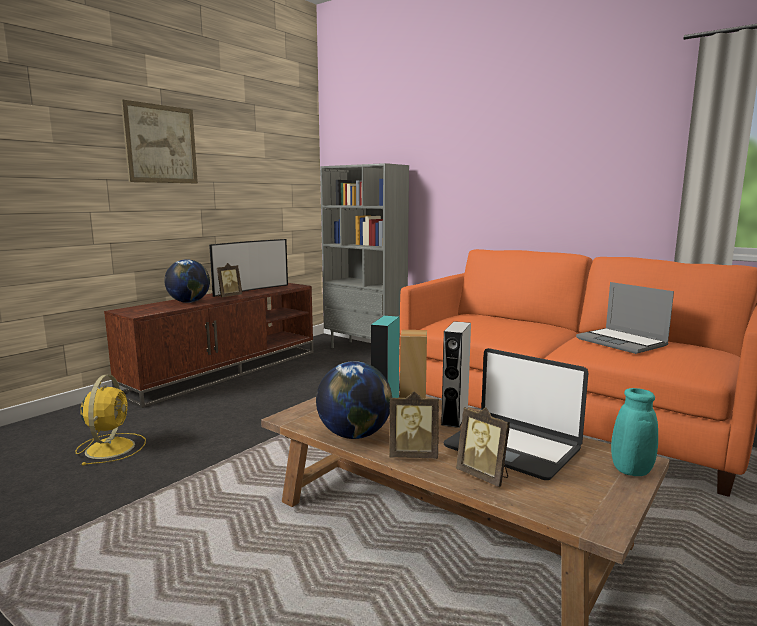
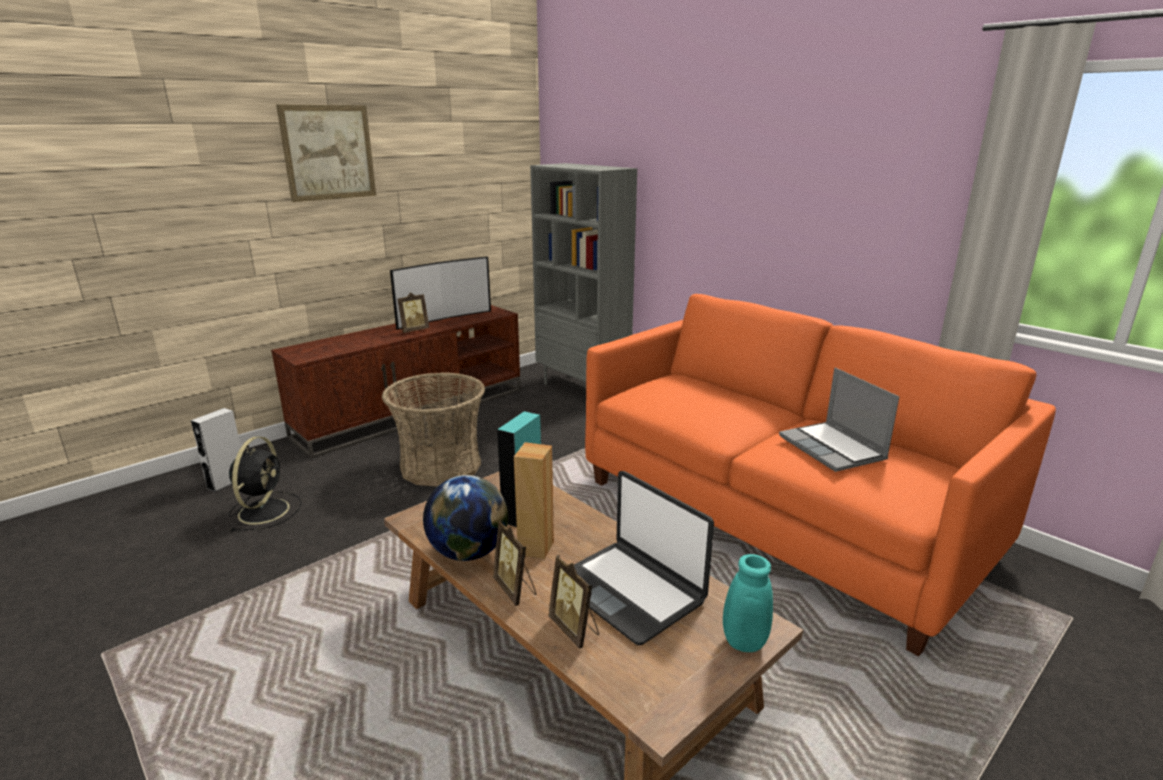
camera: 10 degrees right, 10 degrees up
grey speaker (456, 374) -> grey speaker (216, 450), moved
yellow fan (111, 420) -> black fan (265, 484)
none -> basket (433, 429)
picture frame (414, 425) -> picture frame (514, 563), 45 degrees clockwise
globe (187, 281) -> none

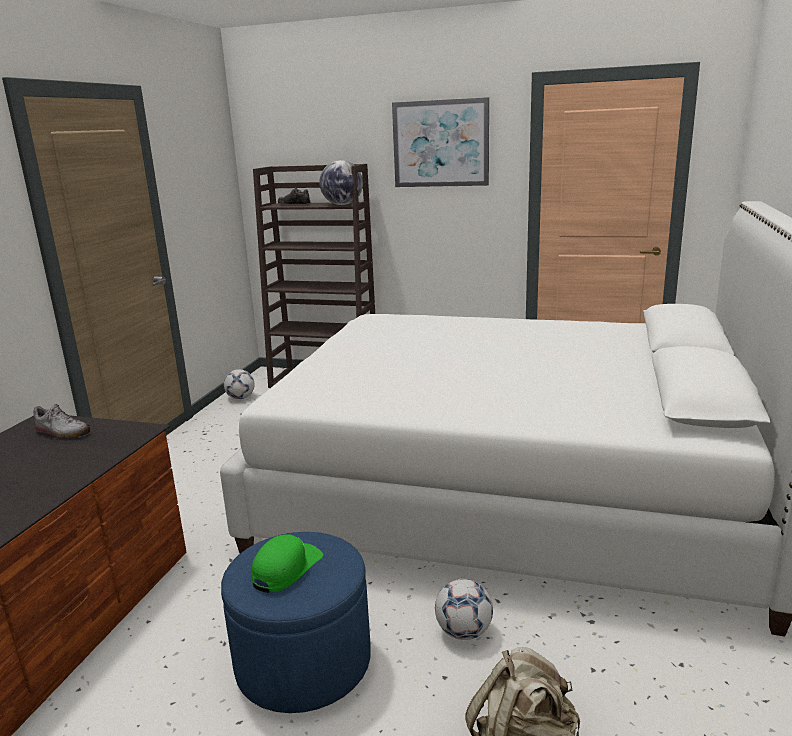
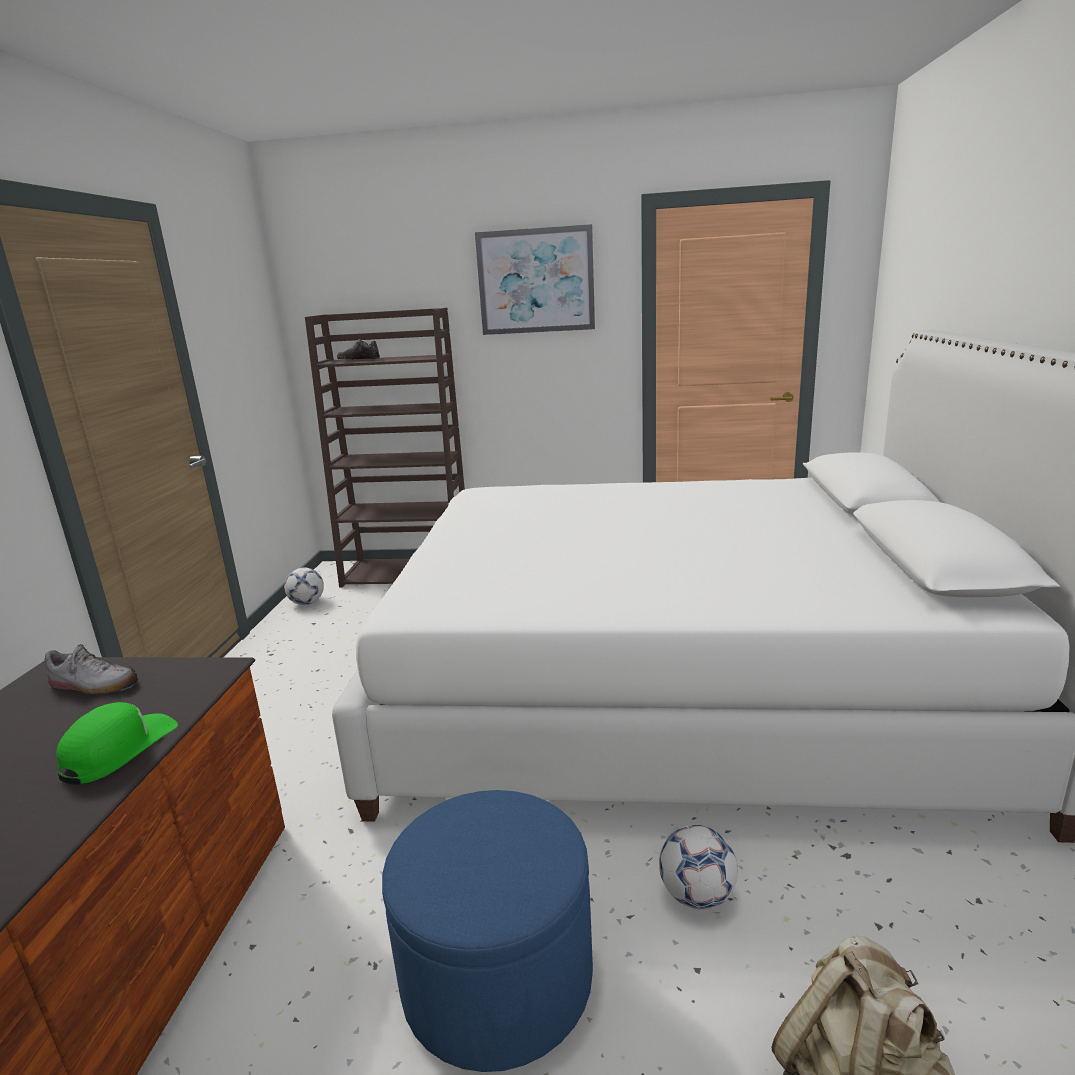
camera: 10 degrees left, 0 degrees up
green cap (287, 563) -> green cap (117, 743), moved
globe (341, 182) -> none

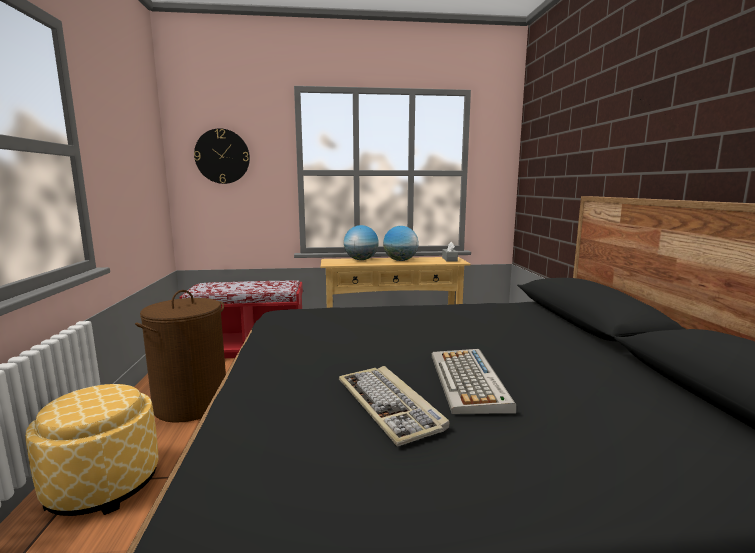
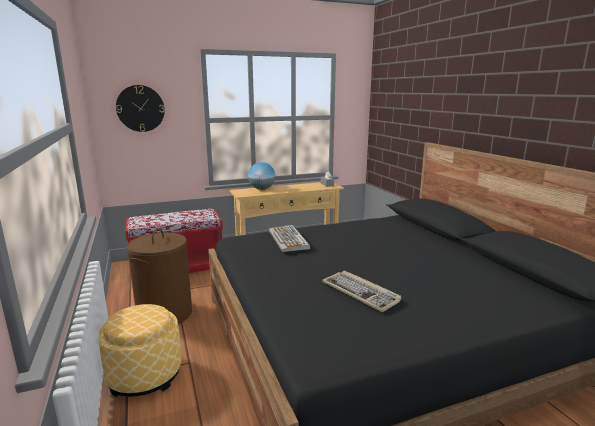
camera: 15 degrees left, 5 degrees up
keyboard (474, 381) -> keyboard (289, 238), moved
globe (400, 243) -> none

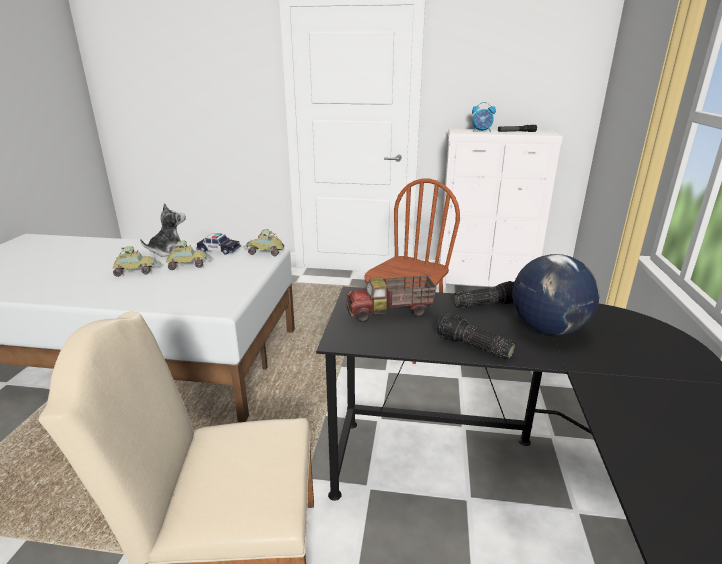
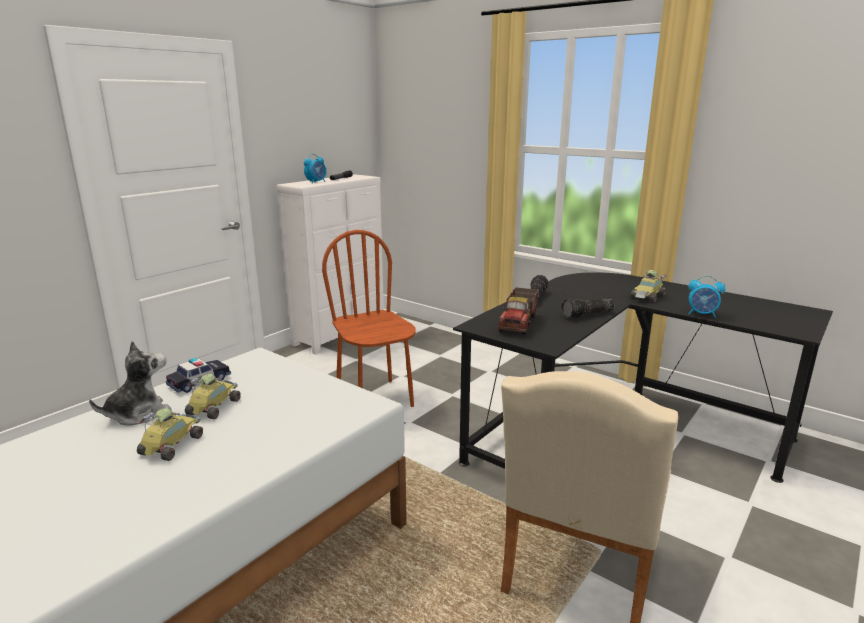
camera: 60 degrees left, 5 degrees down
plush toy (163, 230) -> plush toy (130, 383), 60 degrees clockwise
toy car (263, 242) -> toy car (648, 286), moved
none -> alarm clock (706, 296)
globe (555, 294) -> none

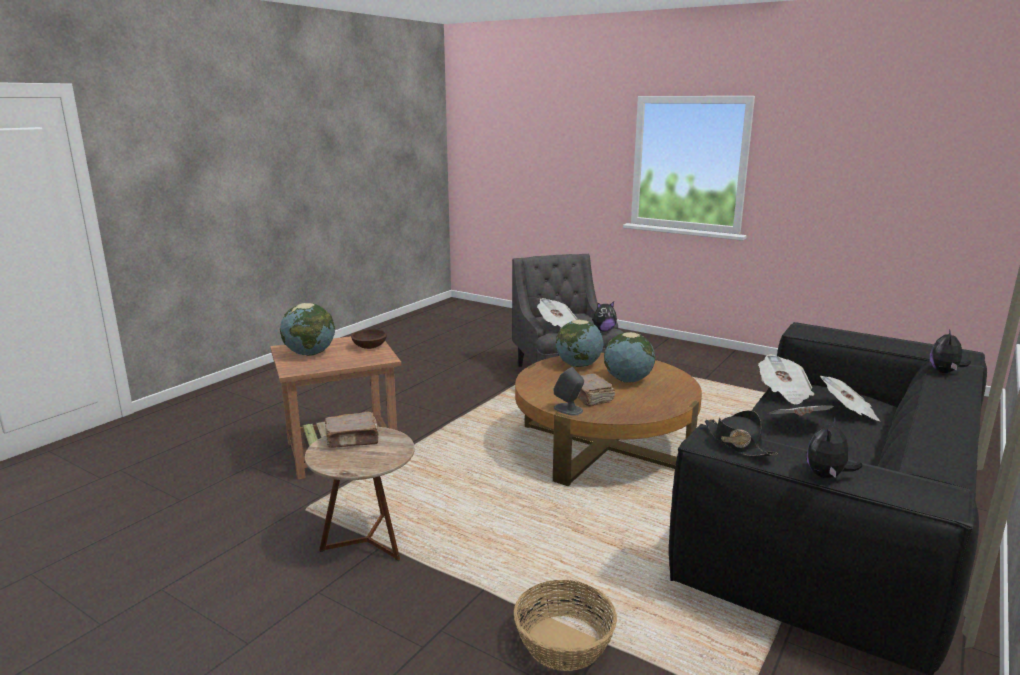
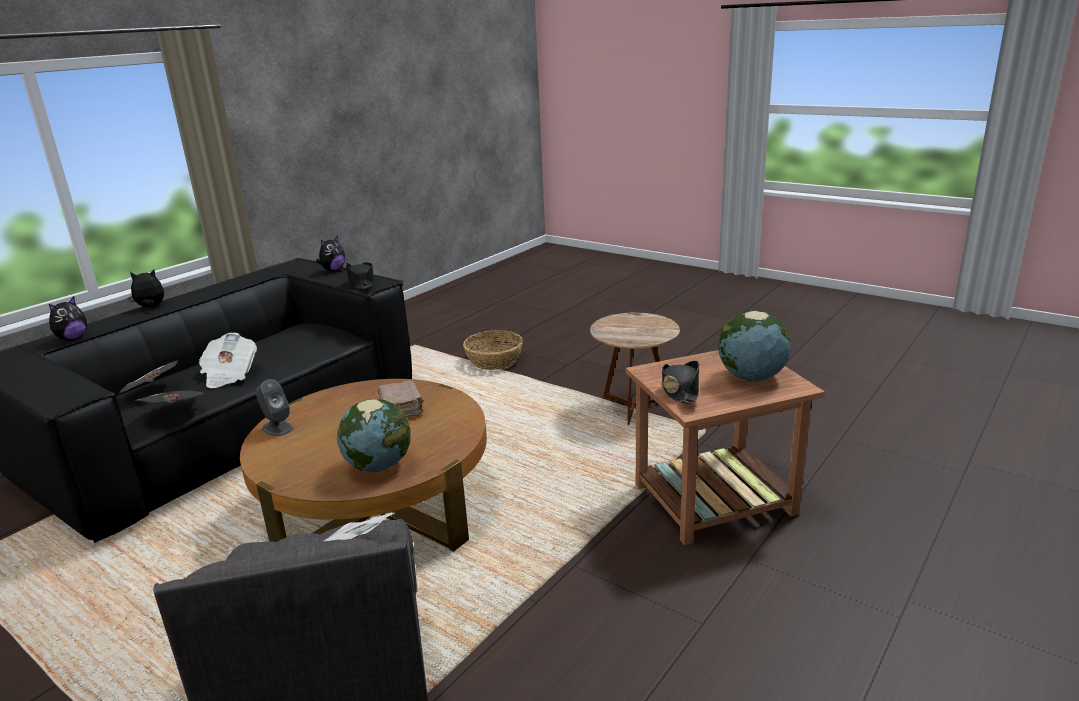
camera: 175 degrees left, 5 degrees up
plush toy (604, 317) -> plush toy (145, 288), moved
grey speaker (569, 391) -> grey speaker (274, 407), moved
brown bowl (369, 339) -> black hat (680, 382)
brown book (352, 430) -> none
globe (629, 357) -> none

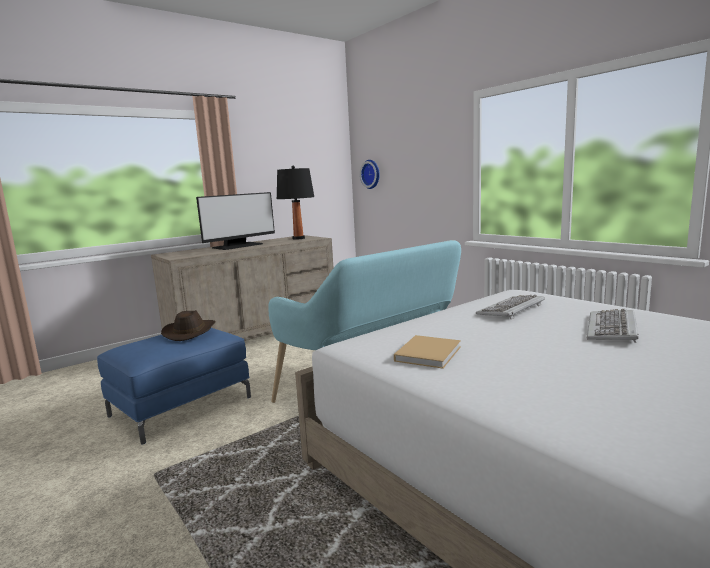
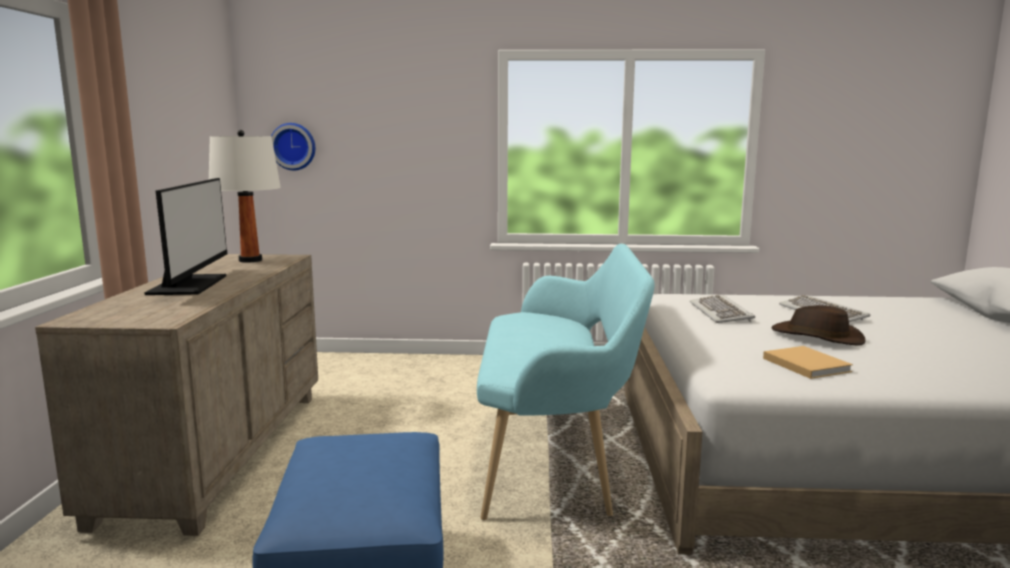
camera: 50 degrees left, 0 degrees up
black table lamp (295, 203) -> white table lamp (245, 196)
brown hat (188, 325) -> brown hat (818, 325), moved

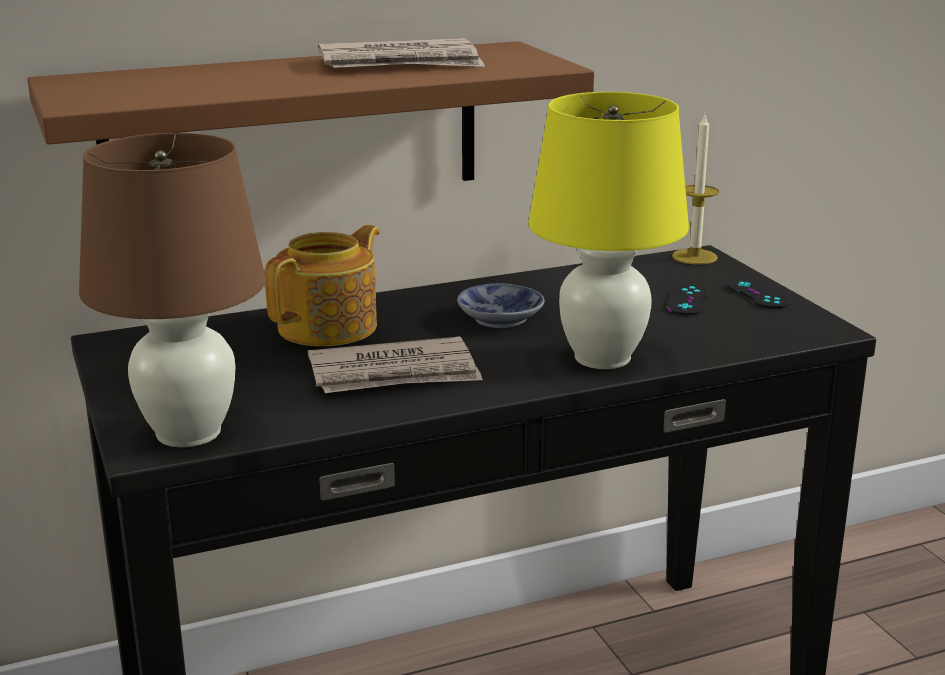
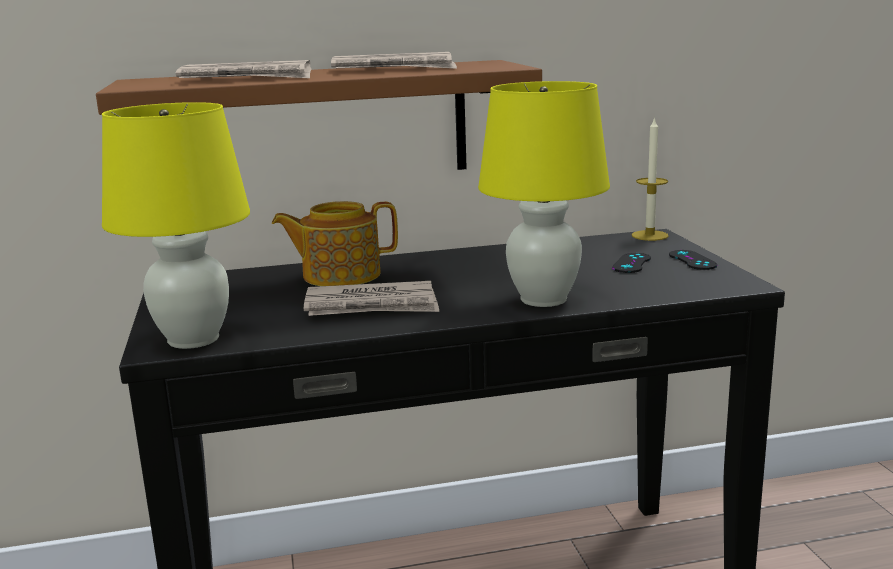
camera: 10 degrees right, 5 degrees down
brown table lamp (172, 290) -> yellow table lamp (176, 225)
none -> newspaper (243, 69)
teapot (322, 285) -> teapot (335, 243), 150 degrees counterclockwise
bowl (501, 305) -> none

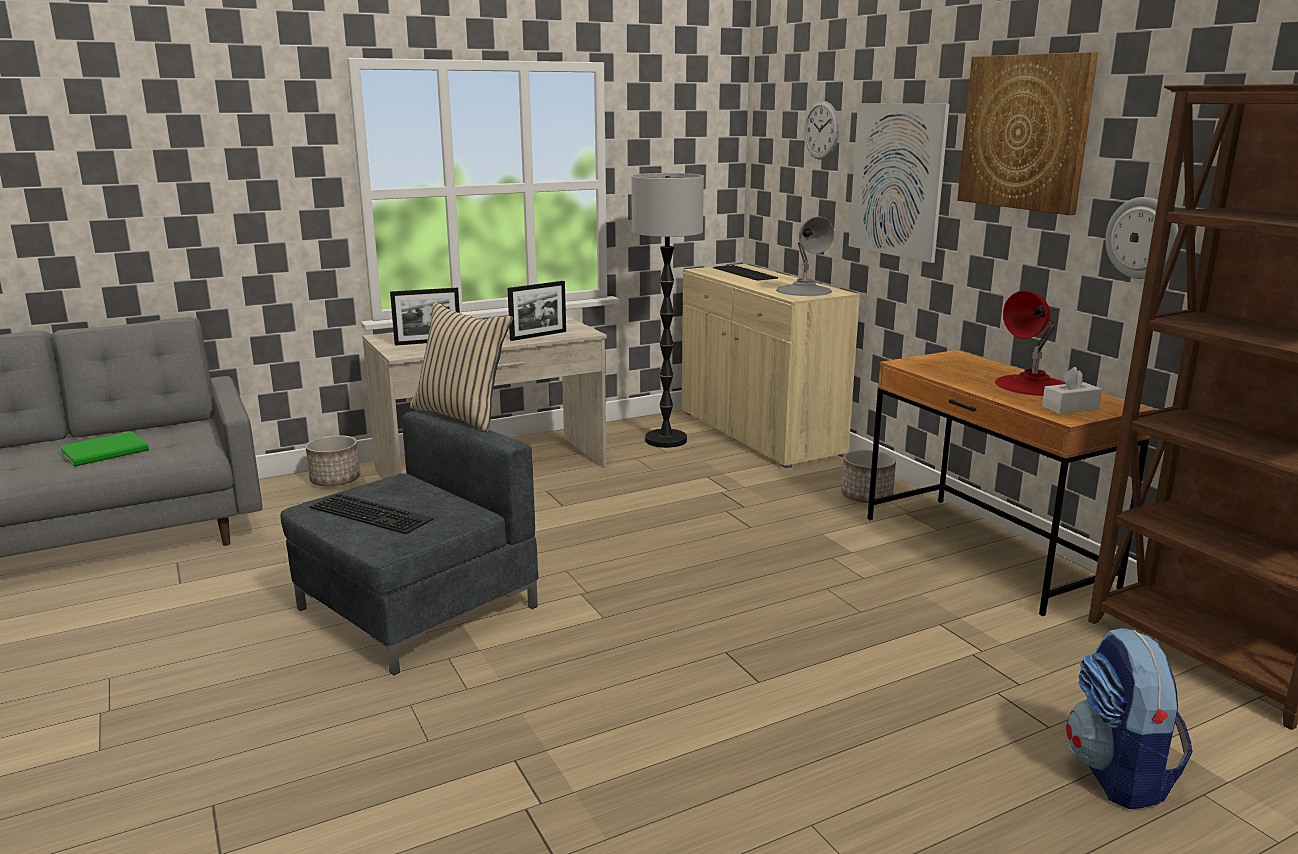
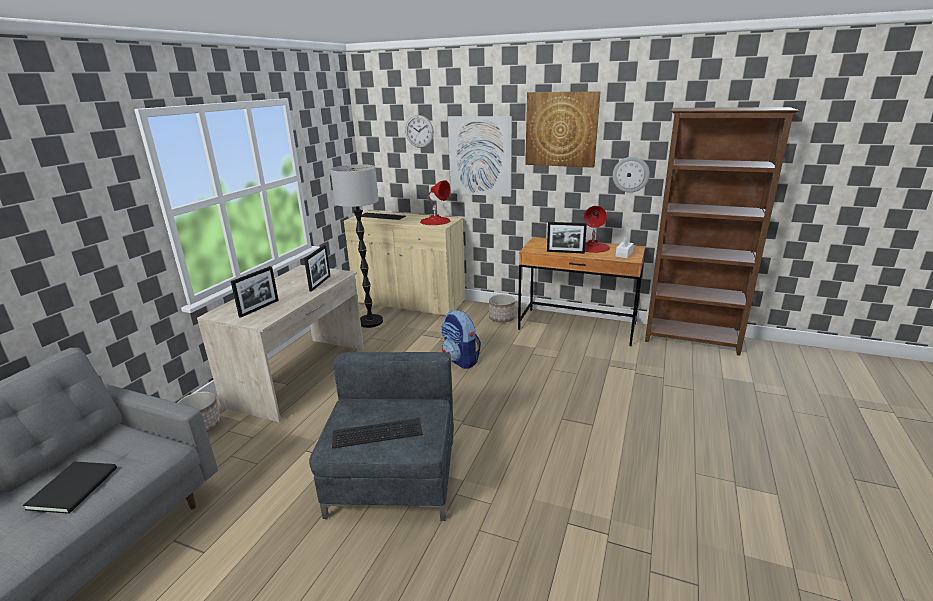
camera: 40 degrees left, 5 degrees up
green book (104, 449) -> black book (70, 487)
grey table lamp (805, 256) -> red table lamp (435, 202)
backpack (1129, 718) -> backpack (461, 339), moved
none -> picture frame (567, 238)
beige pillow (461, 367) -> none

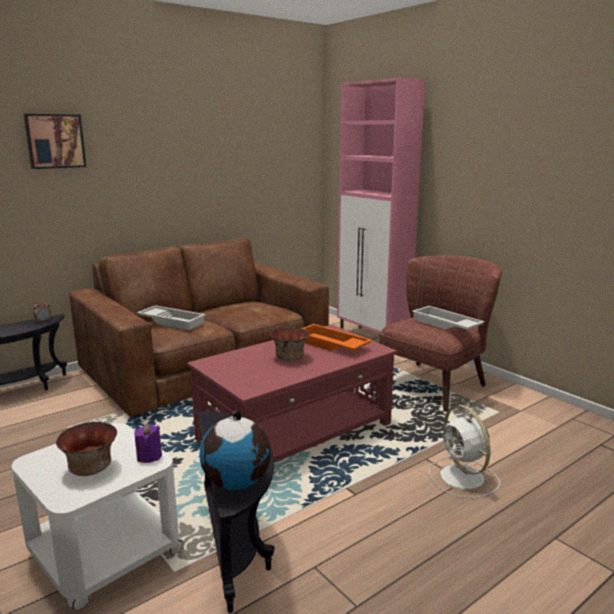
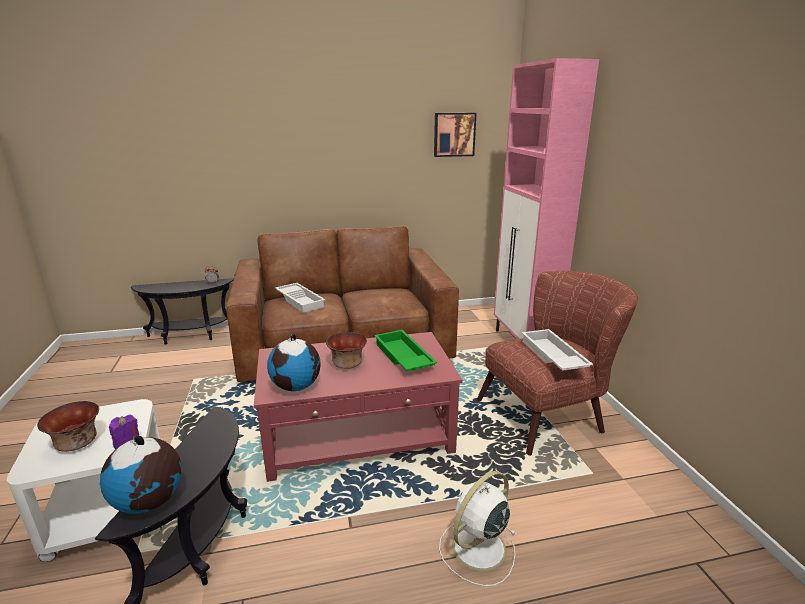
camera: 25 degrees right, 5 degrees up
none -> globe (294, 362)
orange tray (336, 337) -> green tray (405, 350)
picture (55, 141) -> picture (455, 135), moved
white fan (464, 451) -> white fan (477, 528), 45 degrees clockwise

